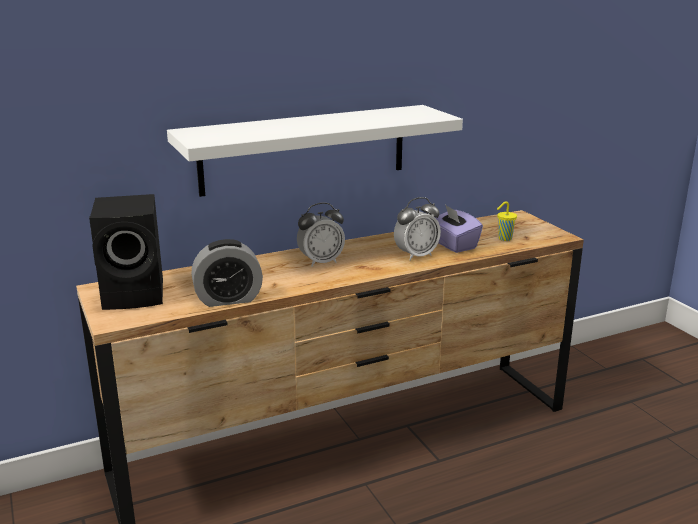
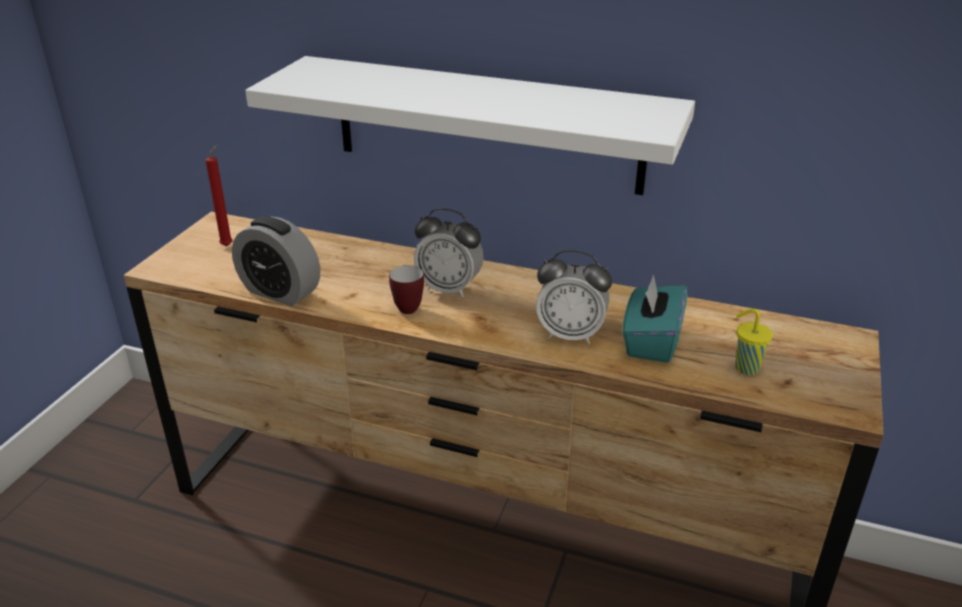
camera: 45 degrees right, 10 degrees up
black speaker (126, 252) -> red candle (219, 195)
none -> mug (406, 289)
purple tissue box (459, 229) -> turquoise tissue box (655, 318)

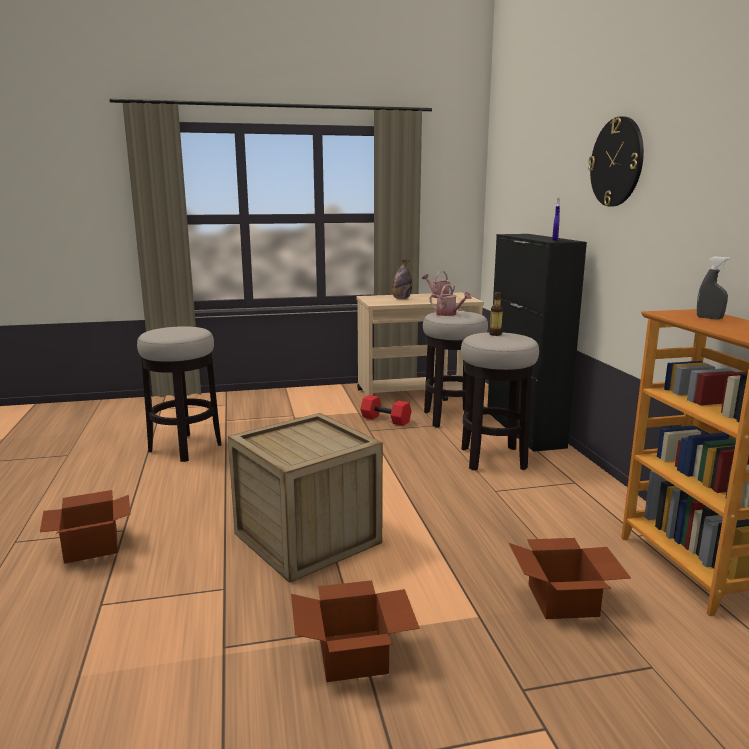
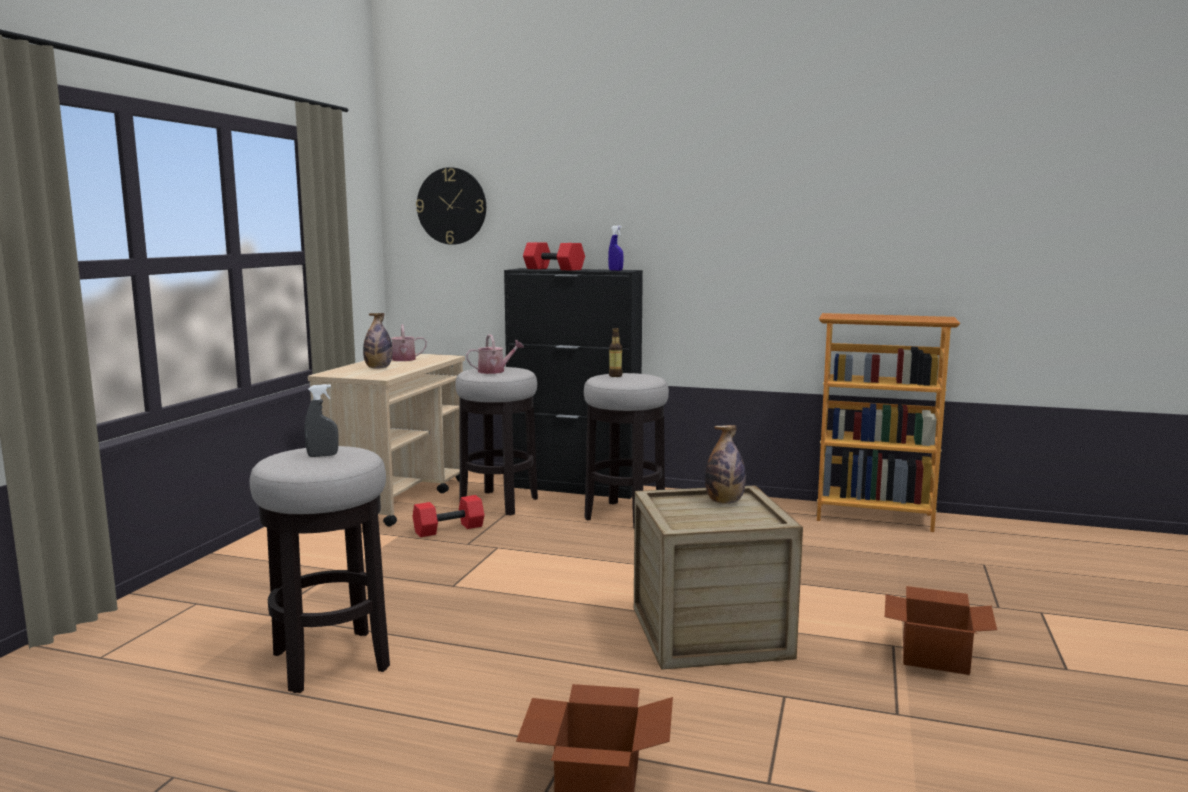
camera: 60 degrees left, 5 degrees down
grey spray bottle (713, 288) -> grey spray bottle (321, 420), moved
wall clock (616, 161) -> wall clock (451, 206), moved
none -> red dumbbell (554, 256)
none -> bottle (725, 464)
cardboard box (570, 578) -> none

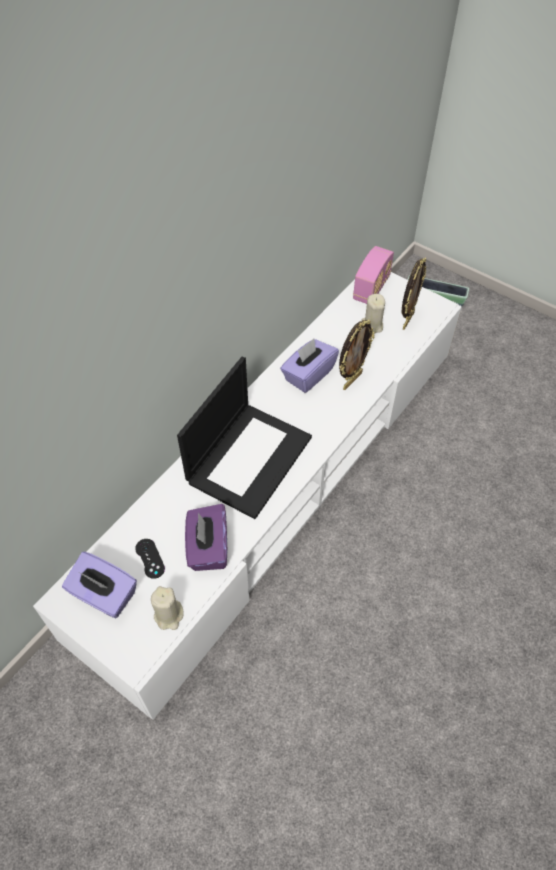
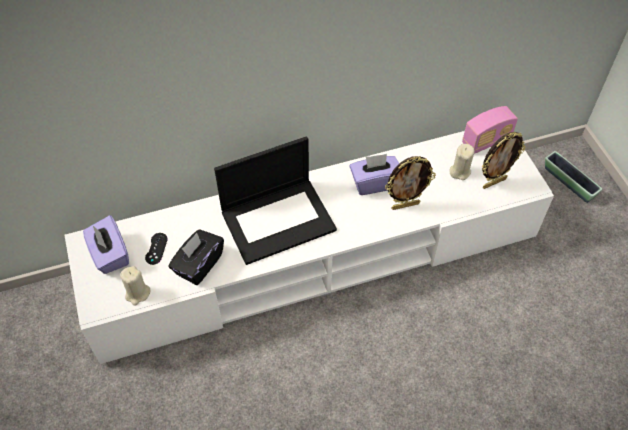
camera: 35 degrees right, 0 degrees up
purple tissue box (206, 537) -> black tissue box (196, 257)

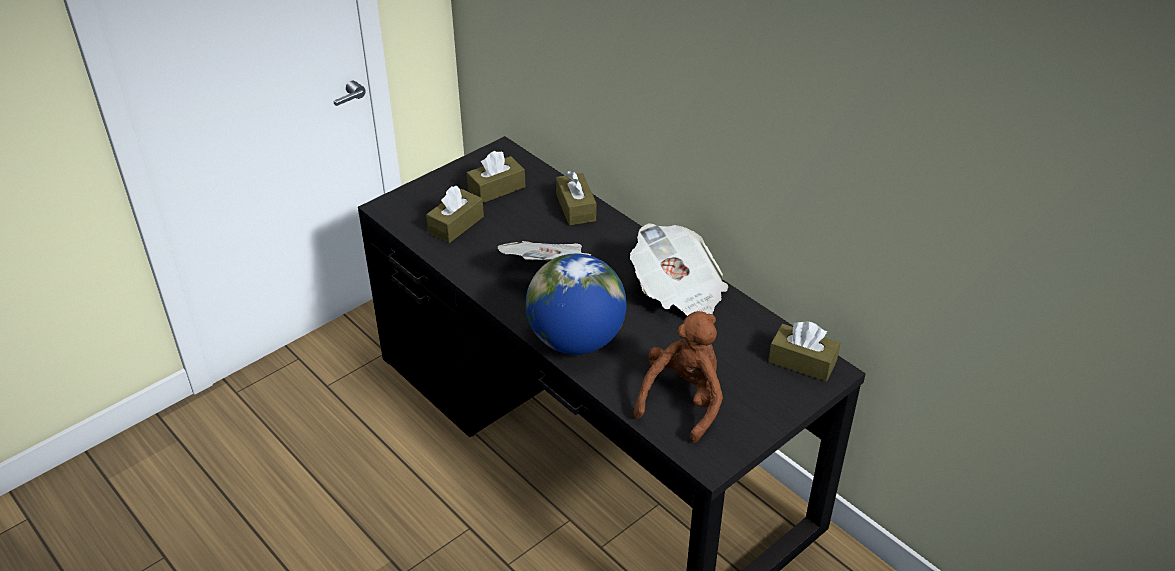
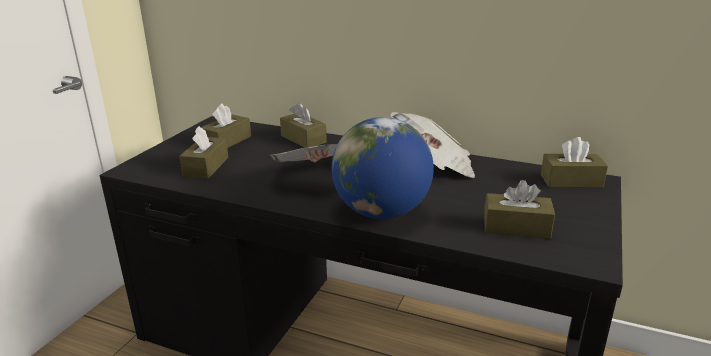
camera: 25 degrees left, 15 degrees down
brown plush toy (678, 377) -> brown tissue box (519, 209)

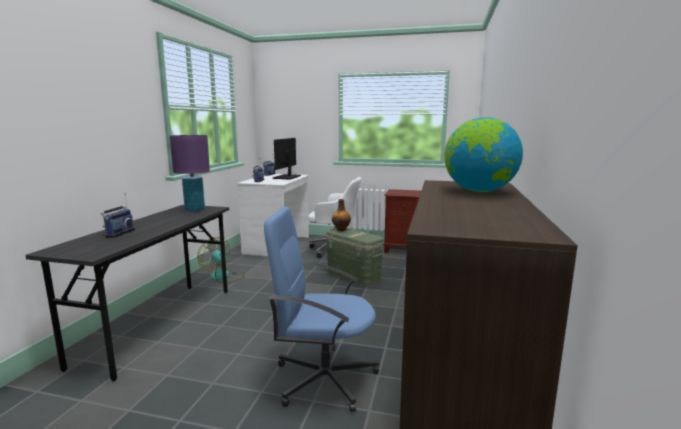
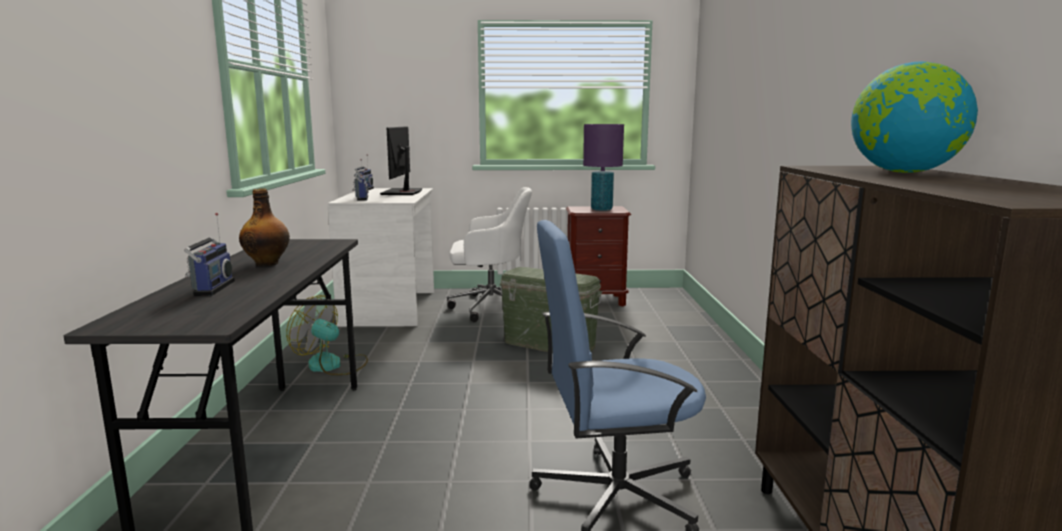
camera: 15 degrees left, 0 degrees up
bottle (341, 215) -> bottle (264, 227), moved
purple table lamp (190, 173) -> purple table lamp (603, 167), moved

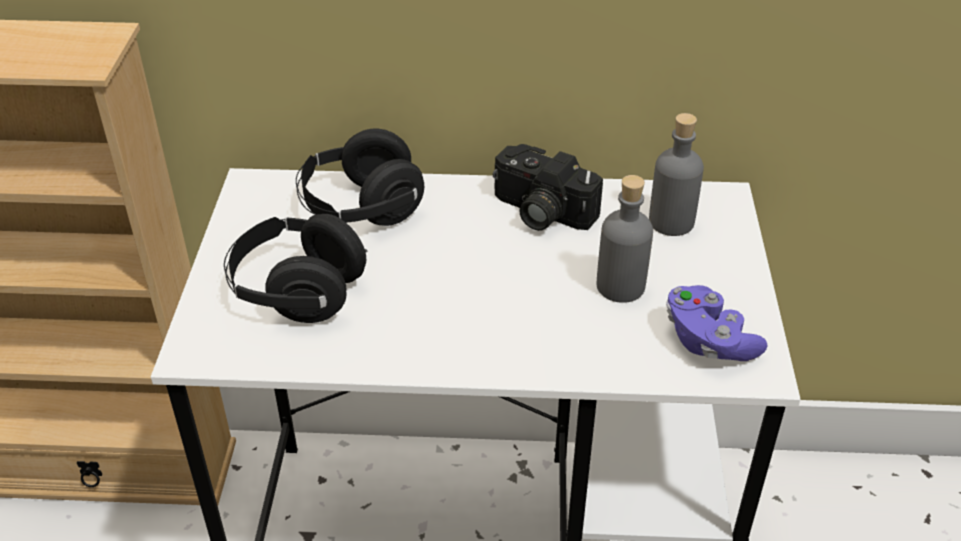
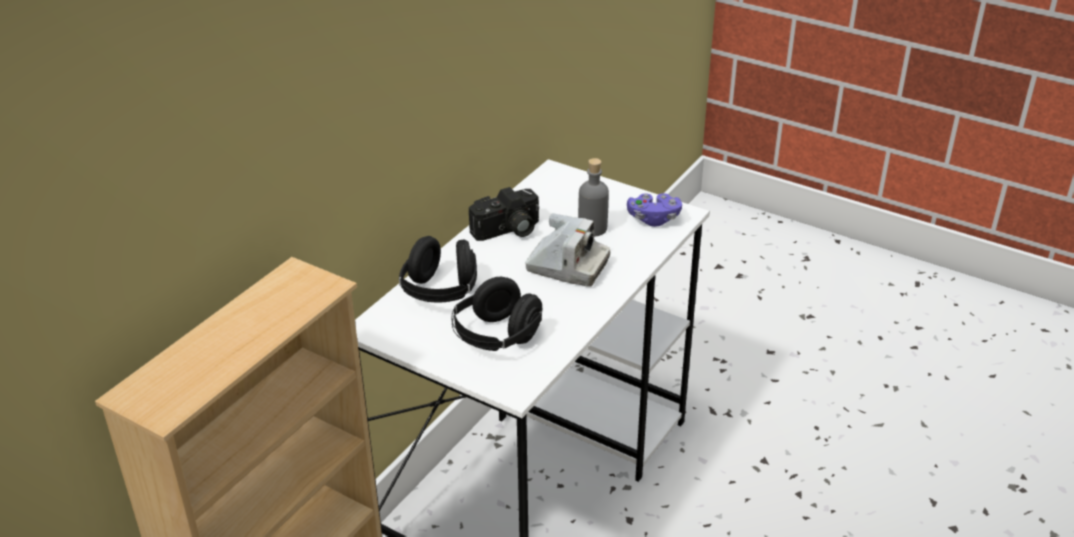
camera: 60 degrees left, 5 degrees down
none -> photo camera (567, 250)
grey bottle (676, 174) -> none

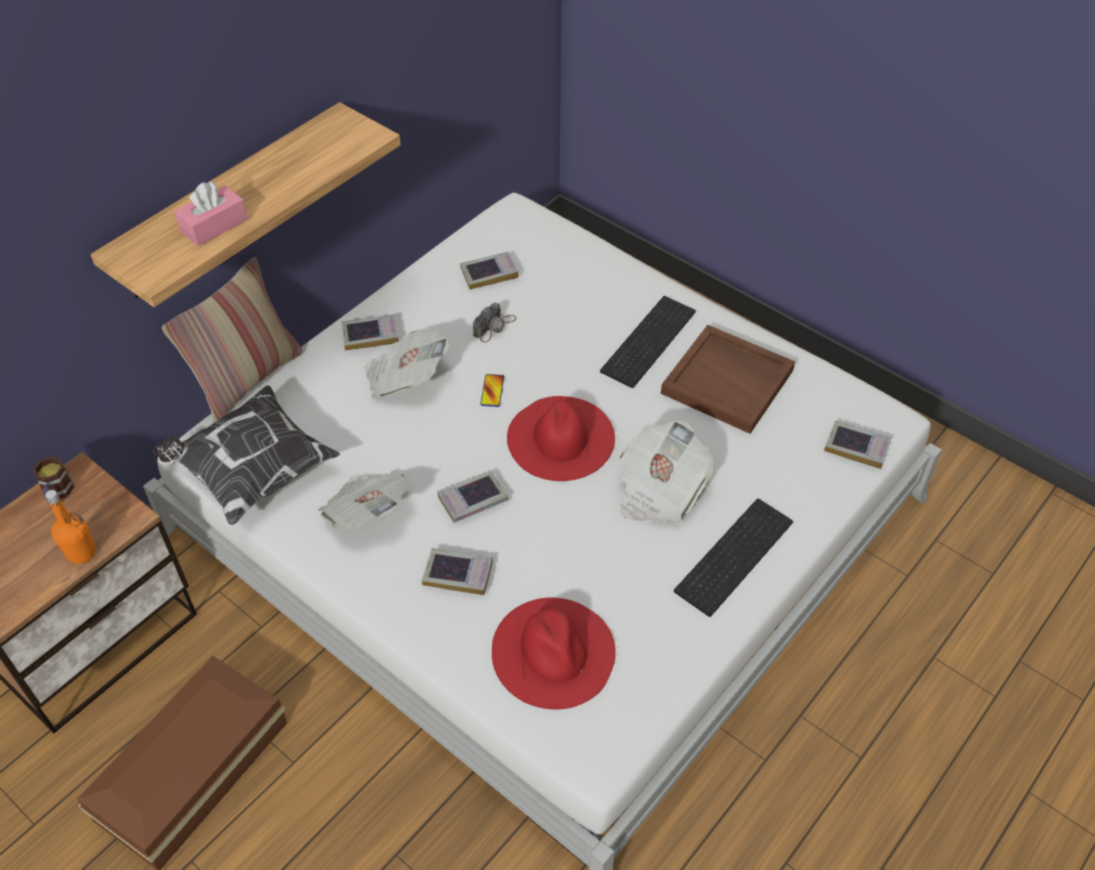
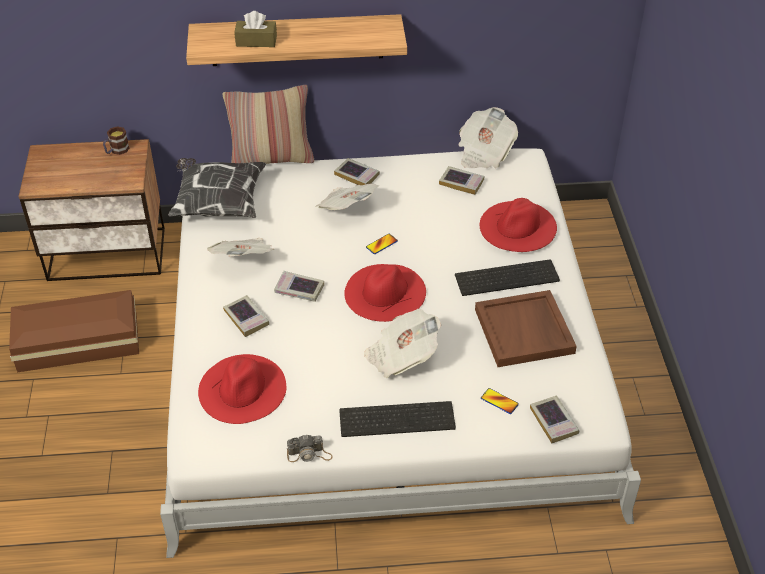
camera: 45 degrees right, 5 degrees down
pink tissue box (211, 214) -> brown tissue box (255, 29)
photo camera (494, 322) -> photo camera (310, 448), moved
none -> newspaper (488, 137)
none -> red hat (518, 225)
none -> phone (500, 401)
orange bottle (70, 527) -> none

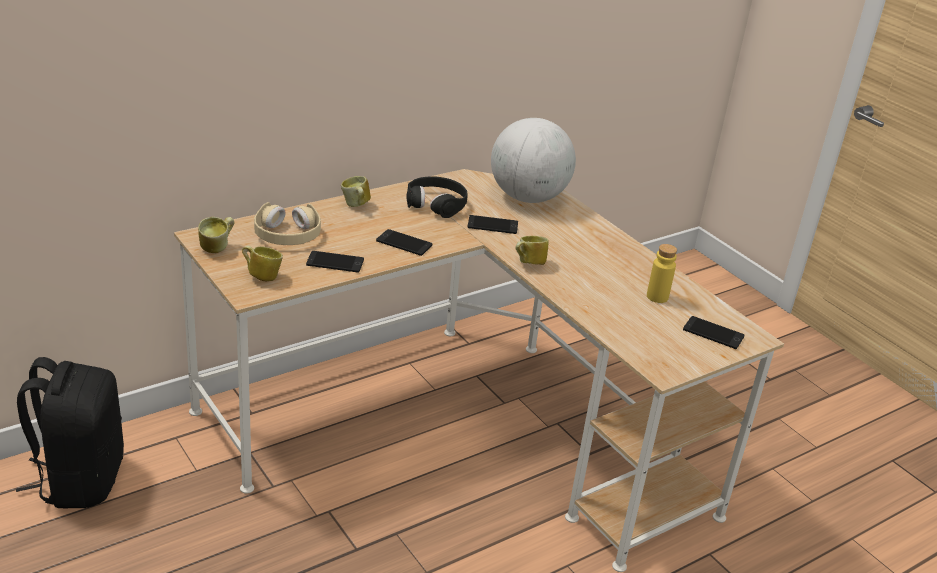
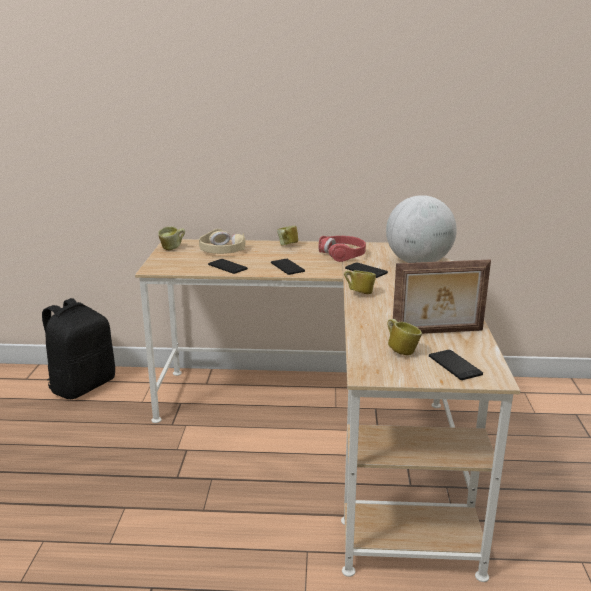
camera: 40 degrees right, 10 degrees down
black headphones (437, 197) -> red headphones (342, 249)
mug (262, 264) -> mug (404, 337), moved
yellow bottle (662, 273) -> picture frame (441, 297)

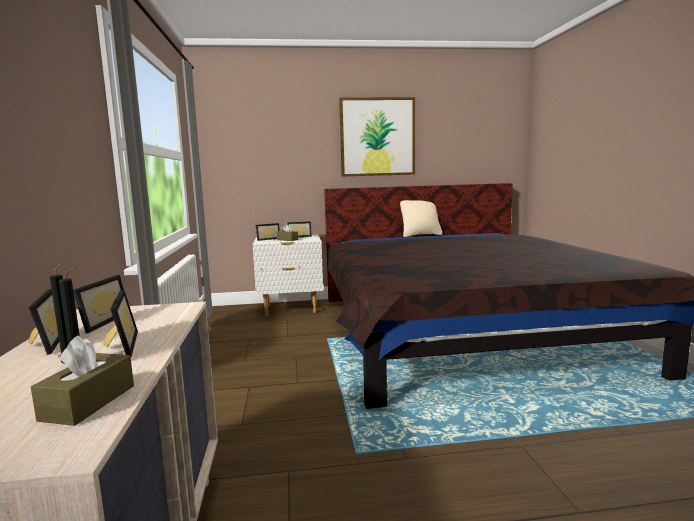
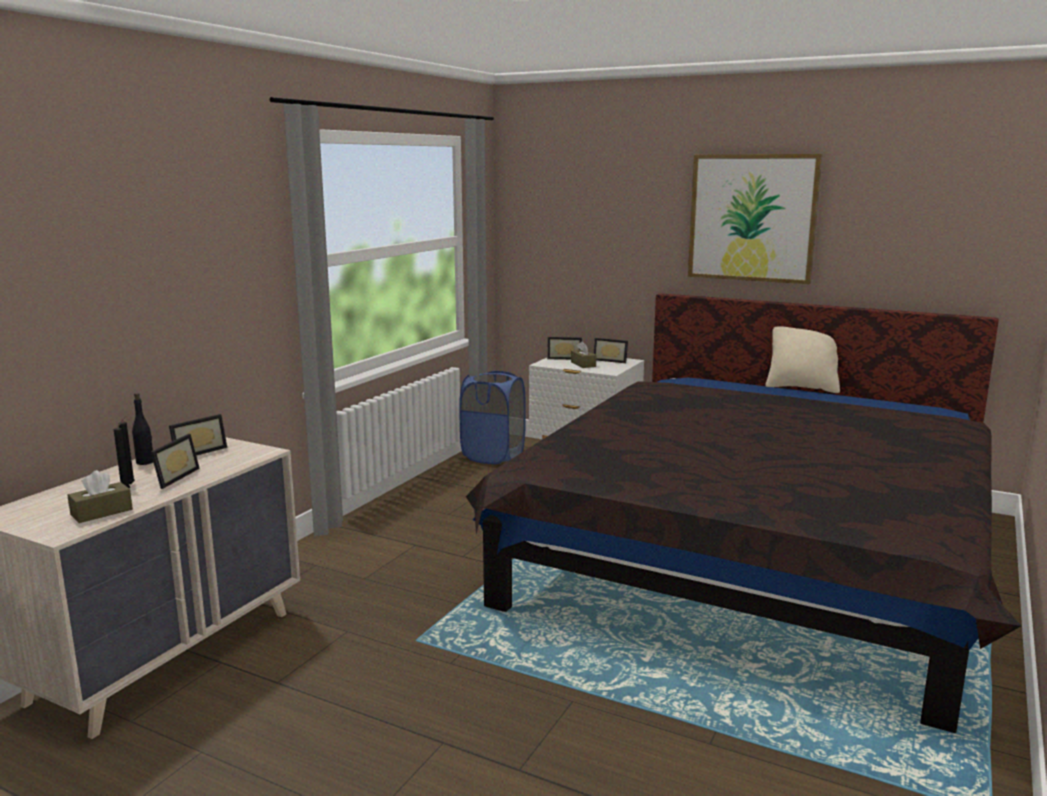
camera: 35 degrees right, 5 degrees up
picture frame (43, 322) -> black bottle (142, 429)
none -> blue laundry basket (492, 417)

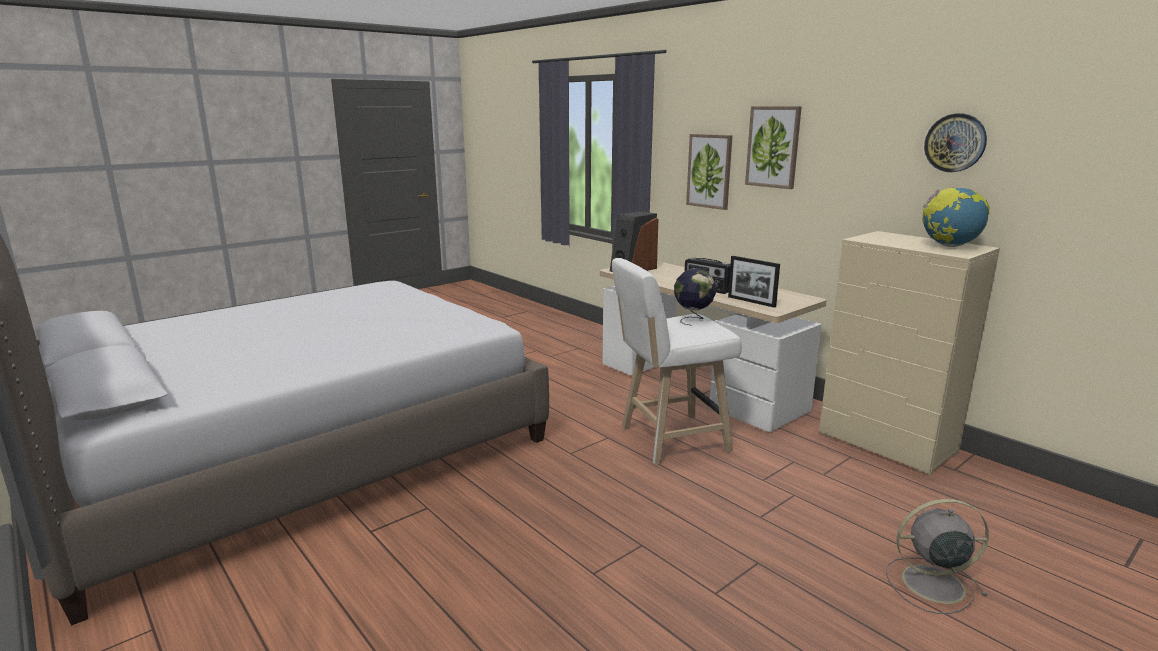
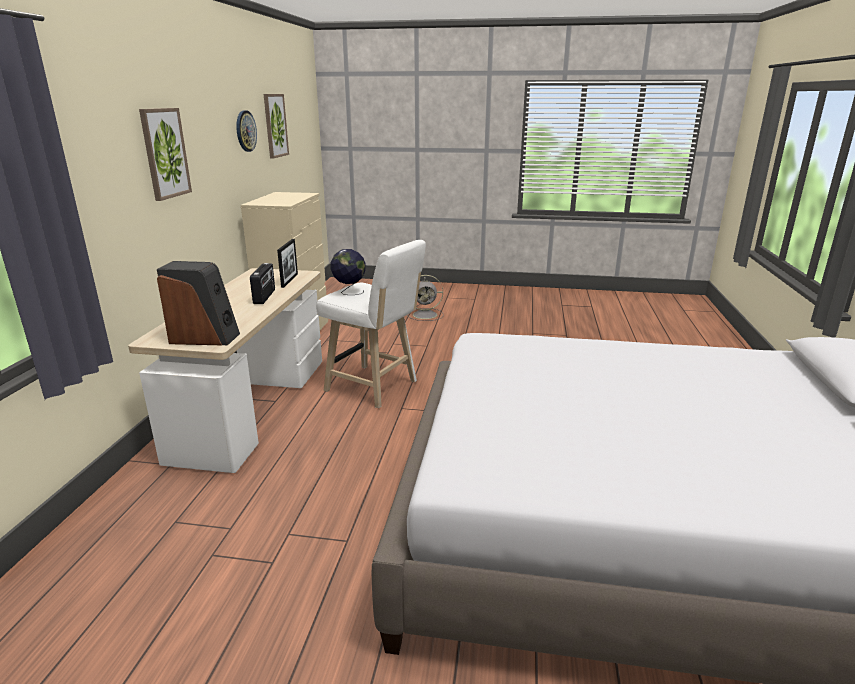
camera: 130 degrees left, 5 degrees up
picture (709, 172) -> picture (276, 126), moved
grey fan (937, 556) -> grey fan (425, 298), 60 degrees counterclockwise
globe (956, 217) -> none

